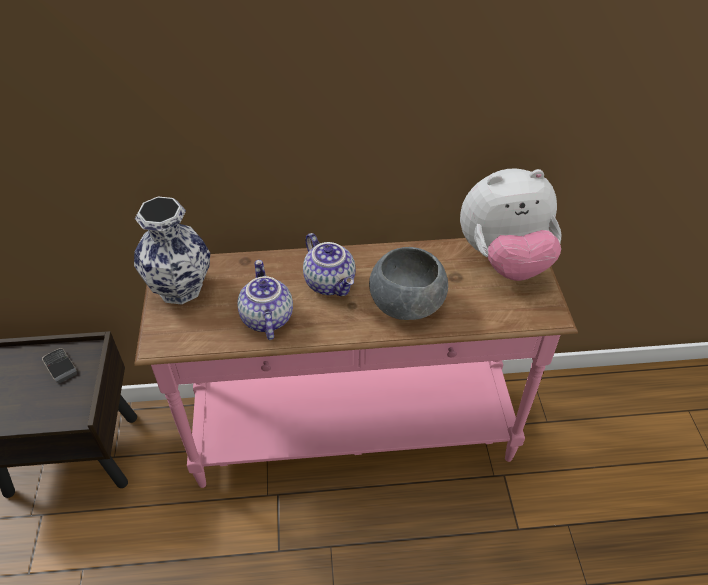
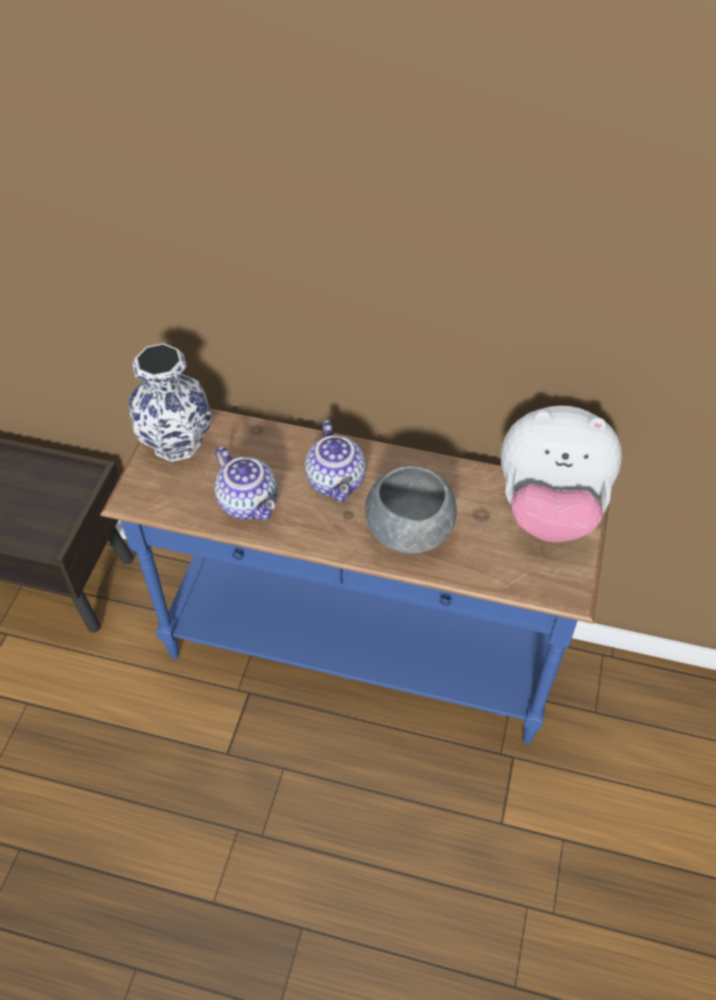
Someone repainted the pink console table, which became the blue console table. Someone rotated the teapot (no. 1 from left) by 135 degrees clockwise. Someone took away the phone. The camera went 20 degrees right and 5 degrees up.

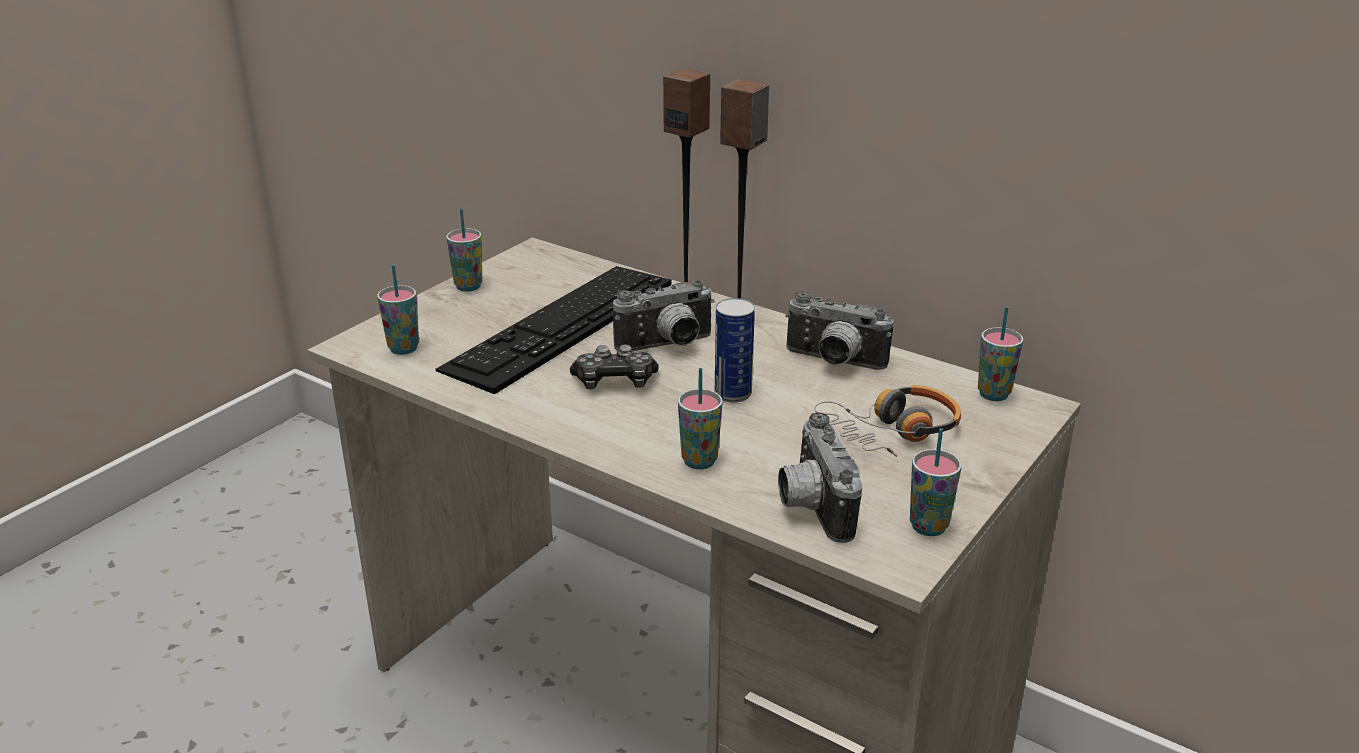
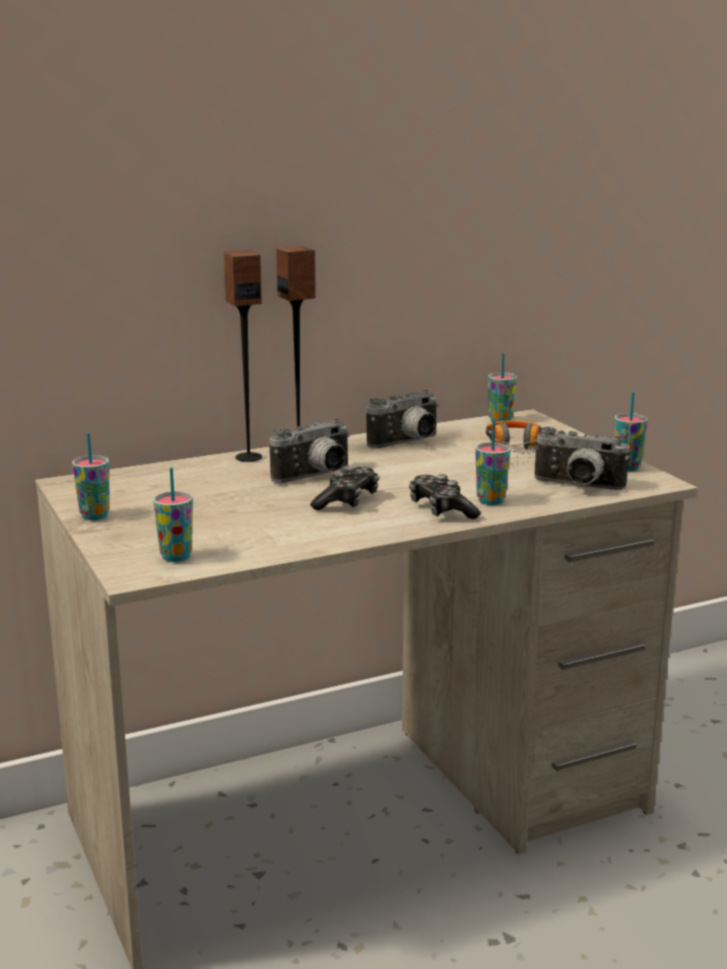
Someone took away the keyboard. Someone rotated the photo camera (no. 1 from left) by 45 degrees clockwise. Someone took away the can. Someone put down the game controller (no. 2 from left). The camera went 60 degrees left and 10 degrees down.

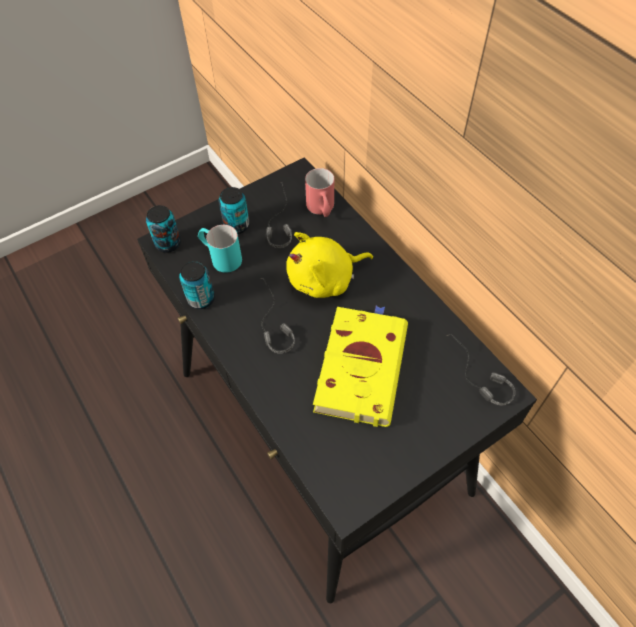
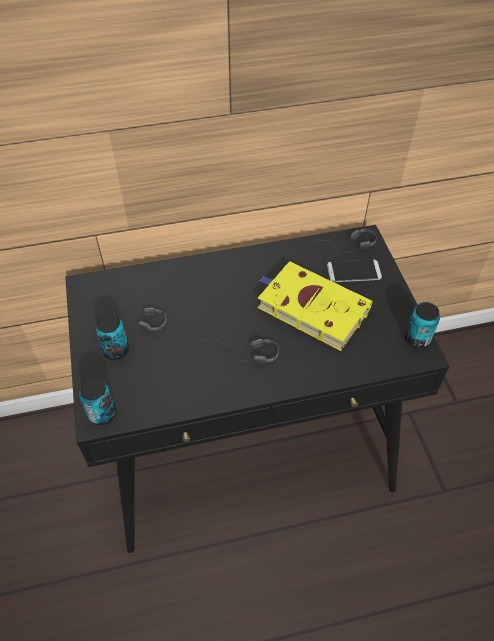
Someone took away the red mug. Someone took away the turquoise mug. Someone took away the yellow plush toy. Someone carried the can (no. 2 from left in the first image). Someone put down the phone. The camera went 70 degrees left and 5 degrees down.

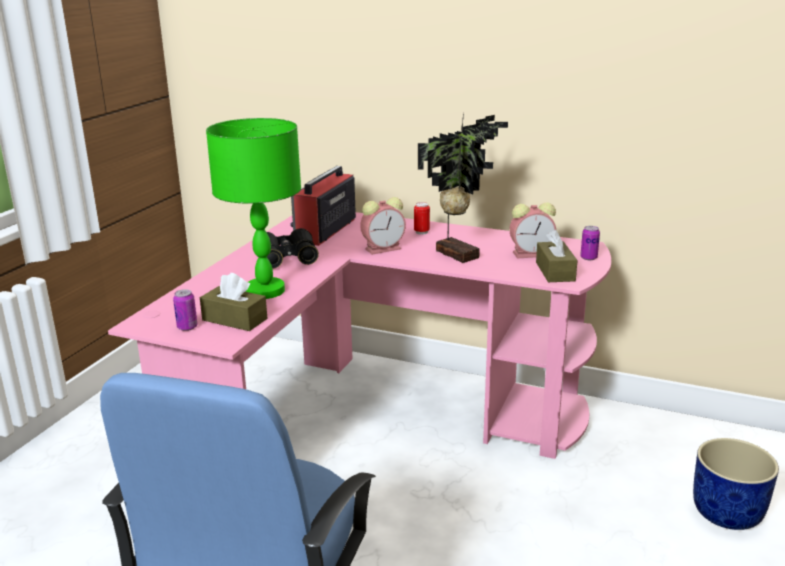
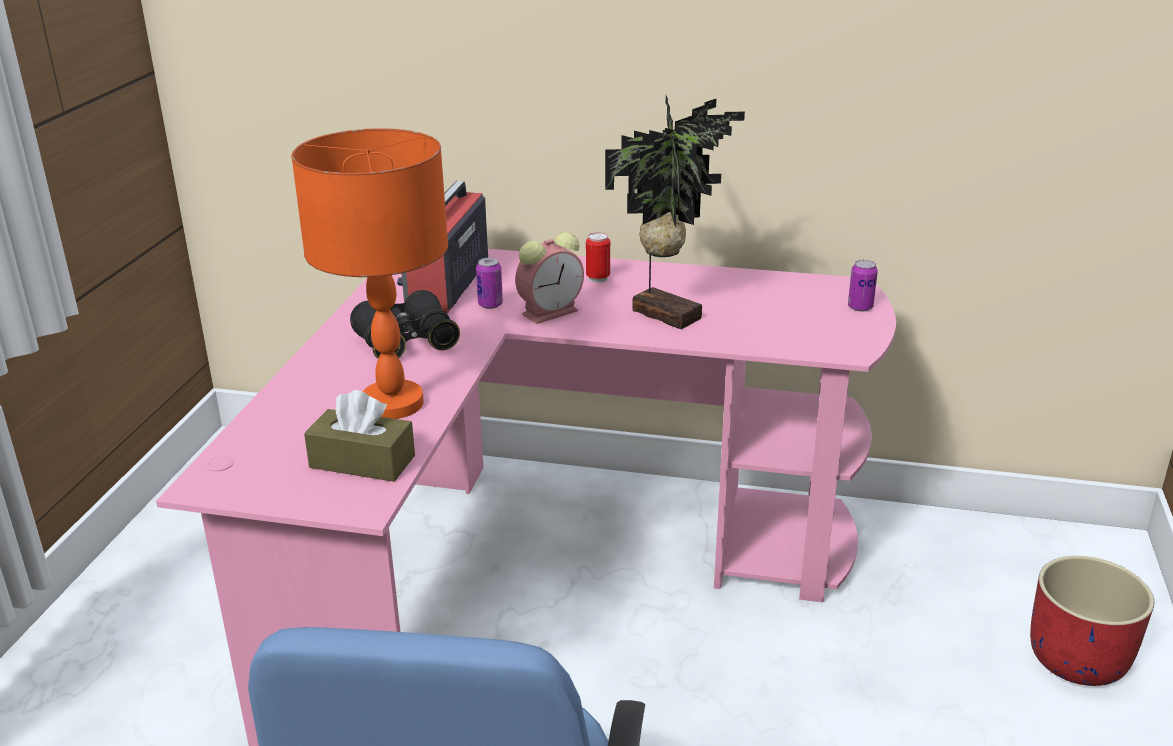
Someone repainted the green table lamp, which became the orange table lamp. Someone took away the alarm clock (no. 2 from left). Someone took away the brown tissue box (no. 2 from left). Someone carried the can (no. 1 from left). Someone repainted the blue planter, which became the red planter. The camera went 10 degrees left and 5 degrees up.

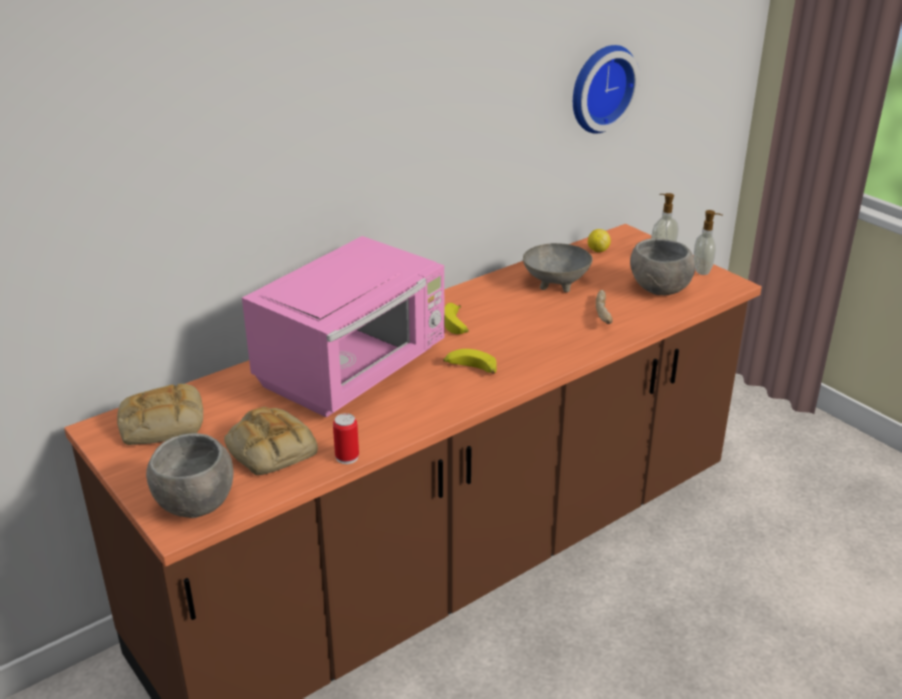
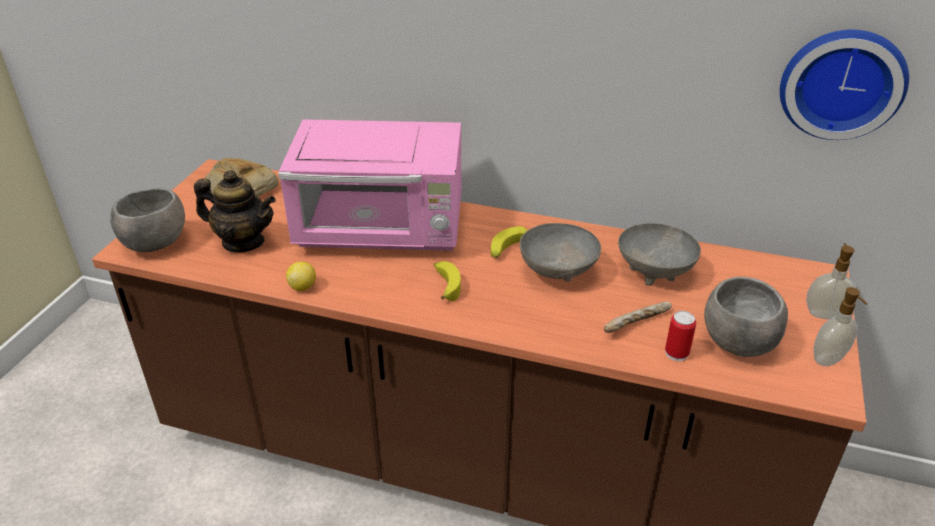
Someone carried the lemon. Someone swapped the bread (no. 2 from left) for the teapot. Someone carried the can. Someone put down the grey bowl (no. 2 from left). The camera went 55 degrees right and 5 degrees up.

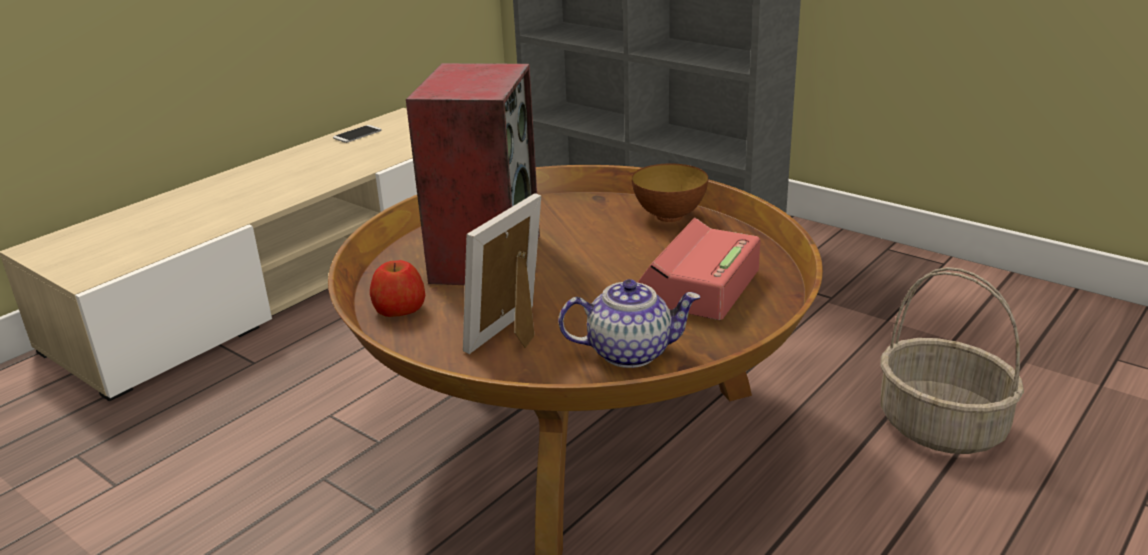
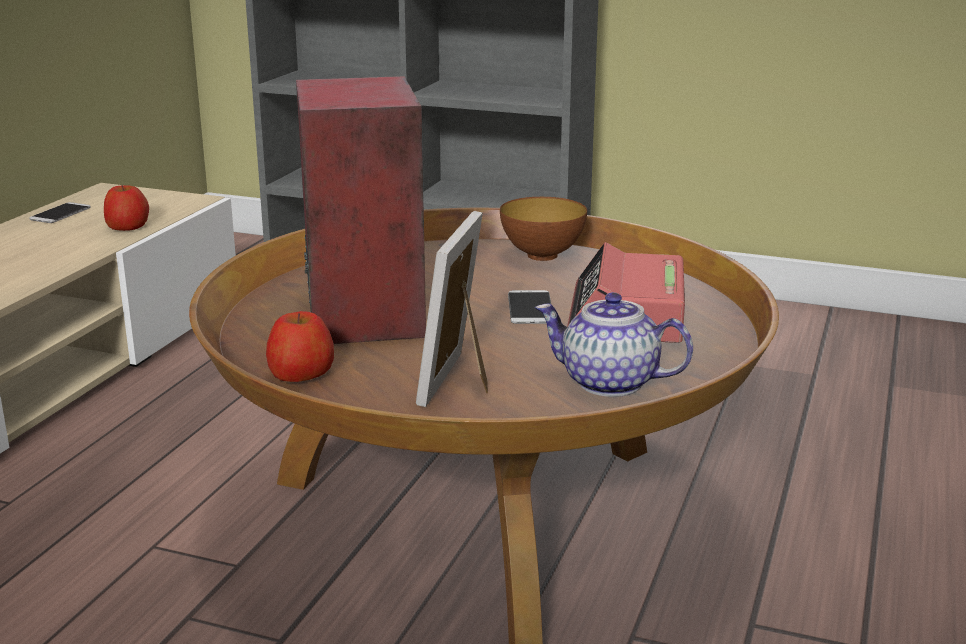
Someone took away the basket. Someone rotated the teapot by 135 degrees counterclockwise. Someone put down the apple (no. 1 from left). Someone put down the phone (no. 2 from left). The camera went 20 degrees left and 5 degrees down.

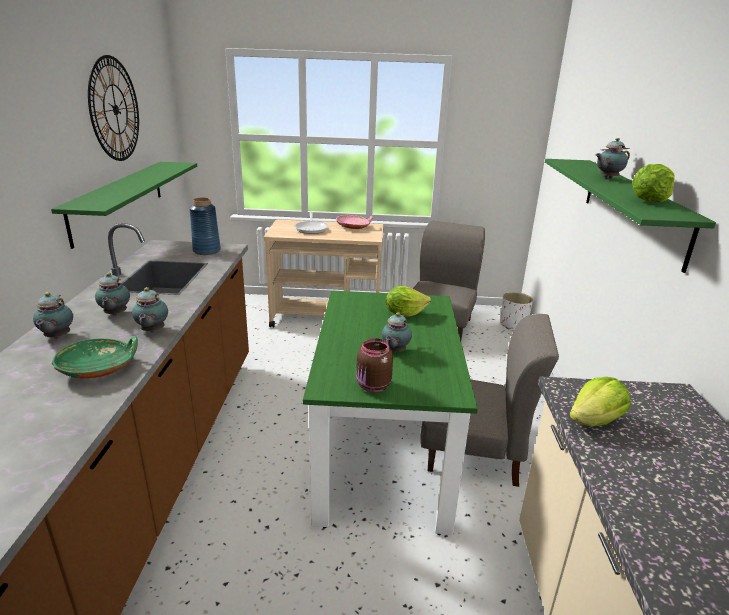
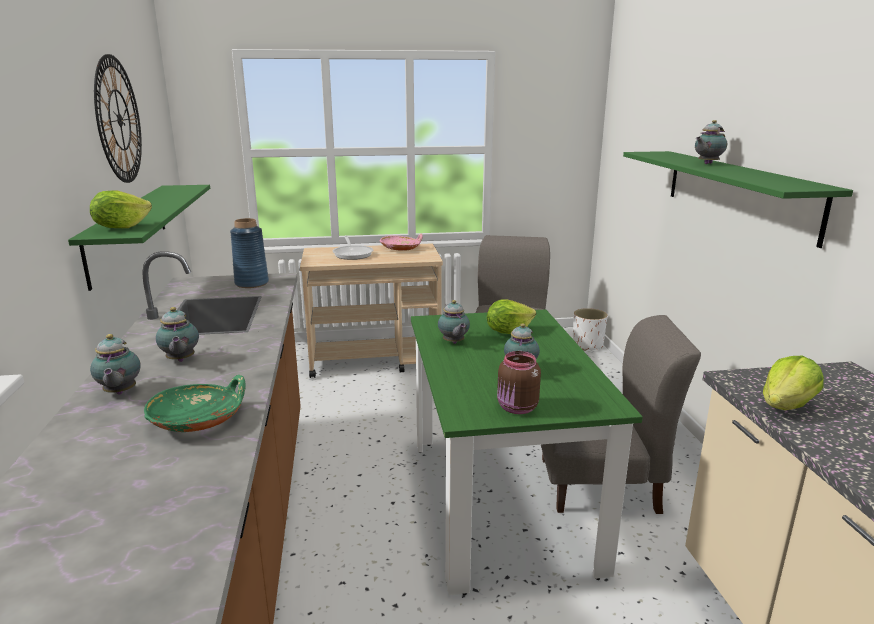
Someone carried the lettuce (no. 3 from left in the first image). Someone carried the teapot (no. 3 from left). The camera went 10 degrees left and 5 degrees down.

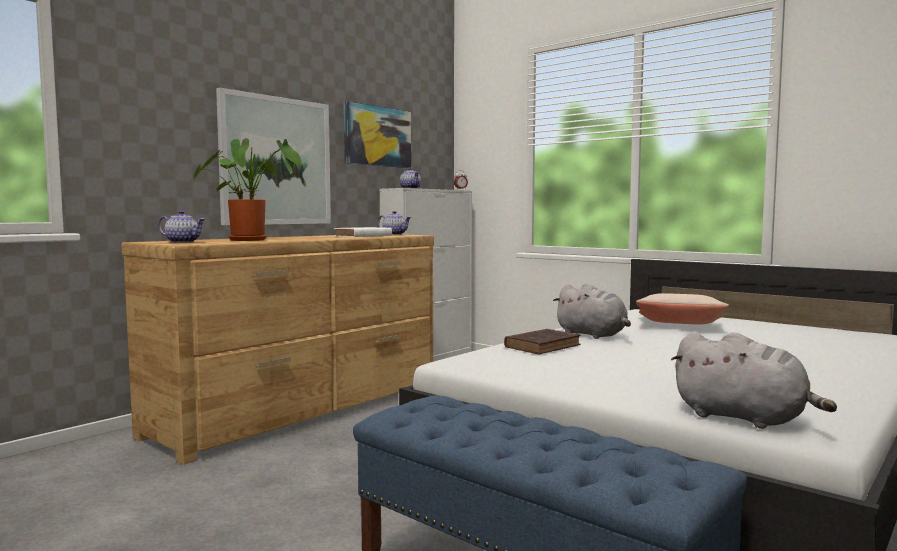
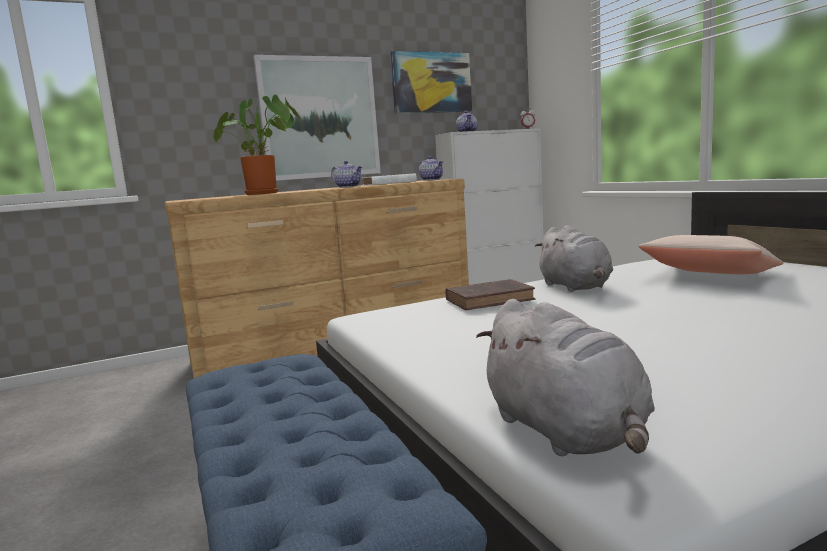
Someone carried the teapot (no. 1 from left). The camera went 25 degrees right and 5 degrees up.

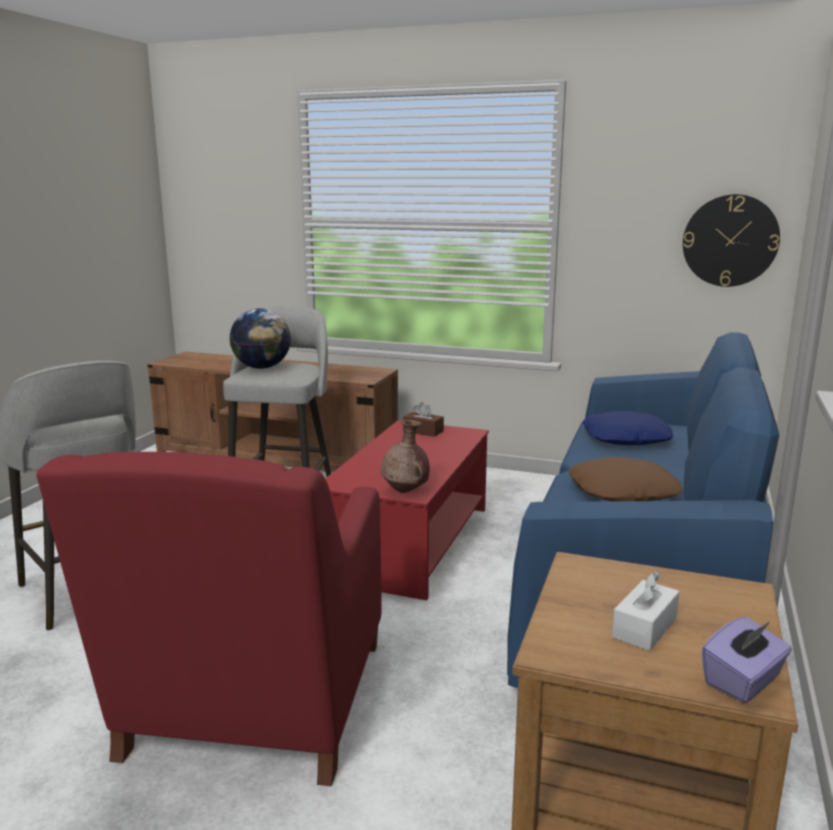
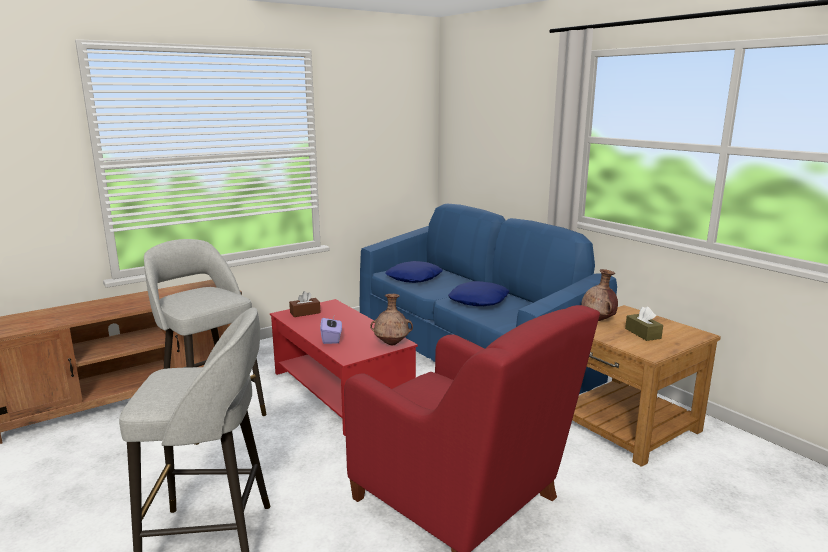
Someone took away the wall clock. Someone took away the globe. Someone repainted the brown pillow, which became the blue pillow (no. 2 from left). Someone repainted the white tissue box, which became the brown tissue box (no. 2 from left). Someone carried the purple tissue box. Someone put down the brown vase (no. 2 from left). The camera went 55 degrees left and 0 degrees up.

